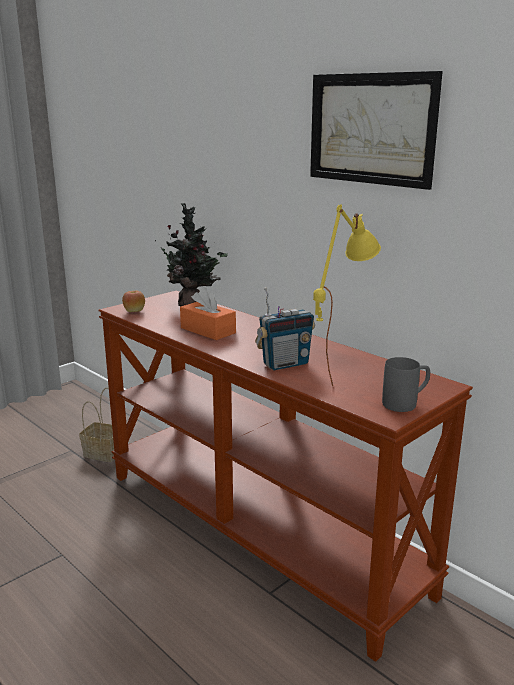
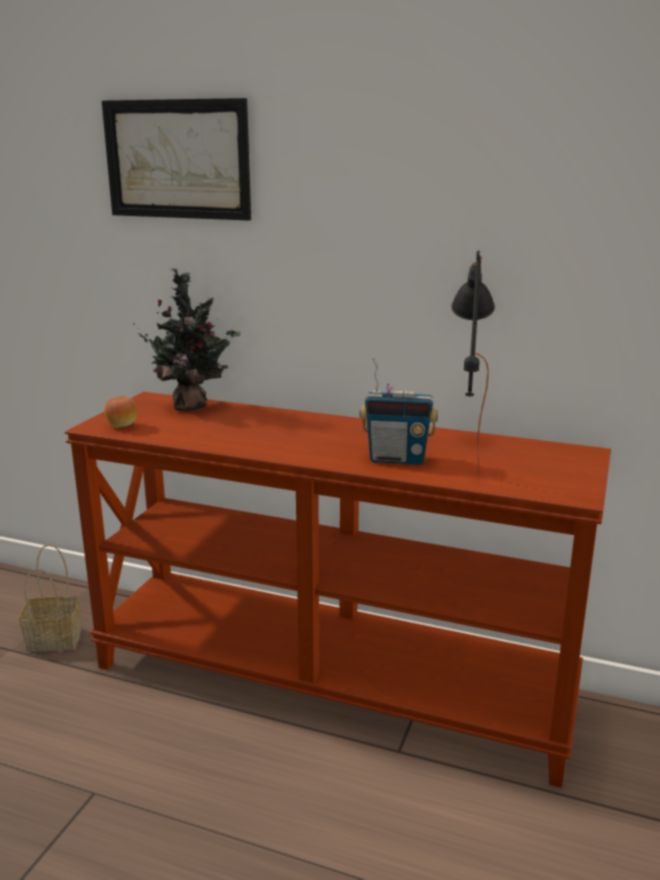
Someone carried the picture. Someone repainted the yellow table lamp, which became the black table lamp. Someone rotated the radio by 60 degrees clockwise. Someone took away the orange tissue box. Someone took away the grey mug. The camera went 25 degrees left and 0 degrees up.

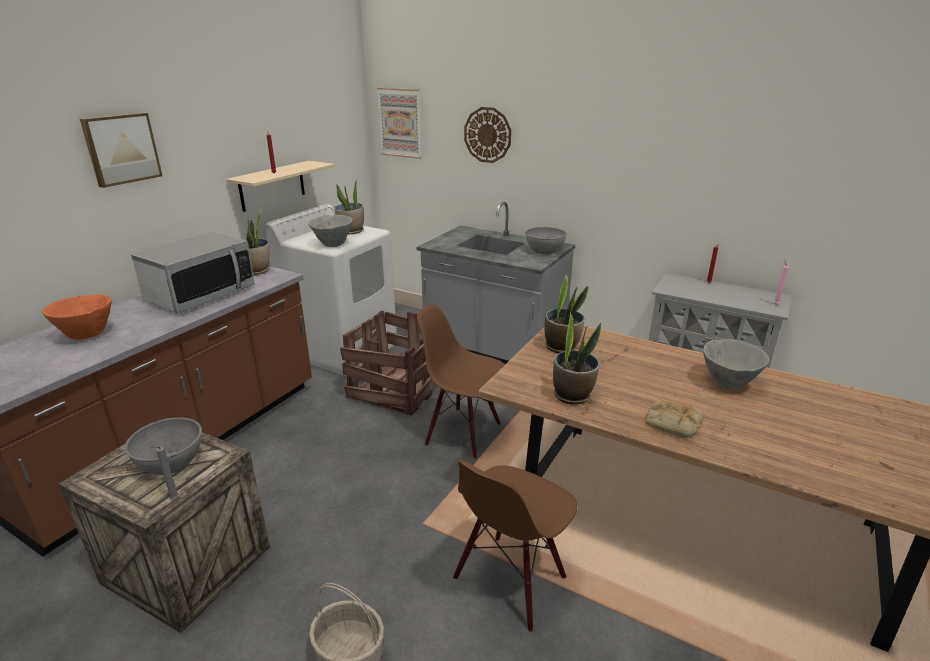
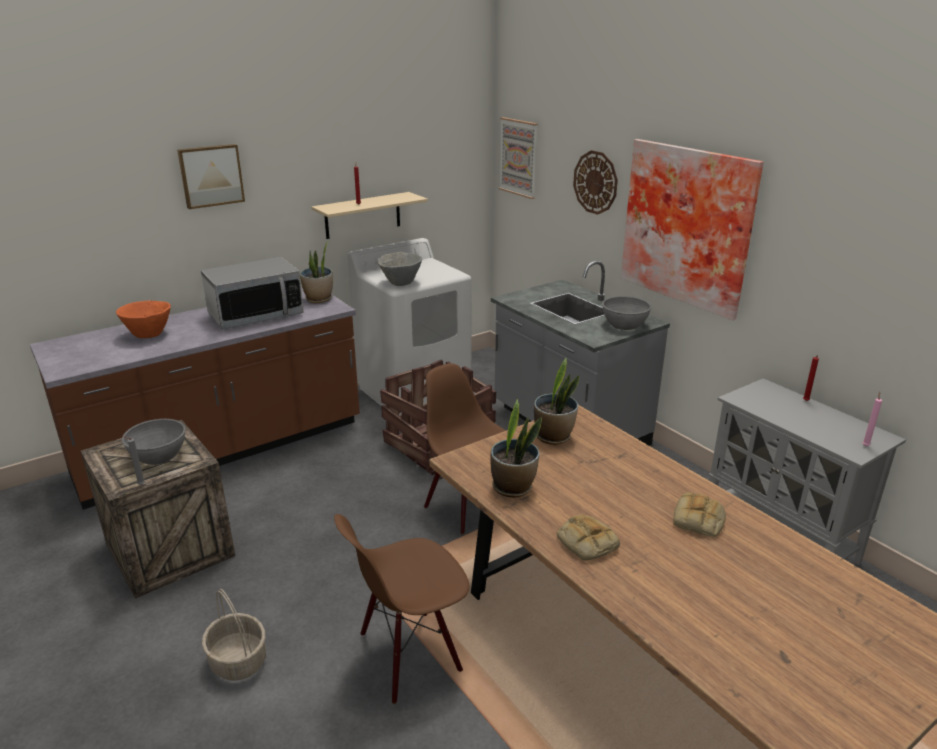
Someone took away the potted plant (no. 2 from left). Someone swapped the grey bowl (no. 4 from left) for the bread (no. 2 from left). Someone put up the picture (no. 3 from left). The camera went 25 degrees right and 0 degrees up.

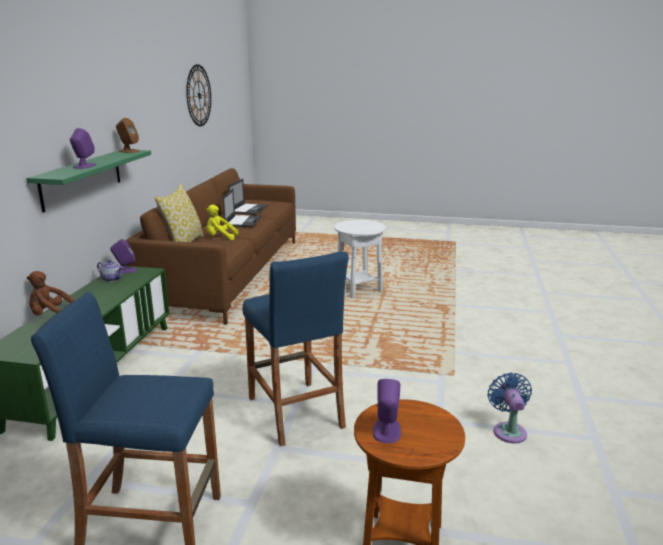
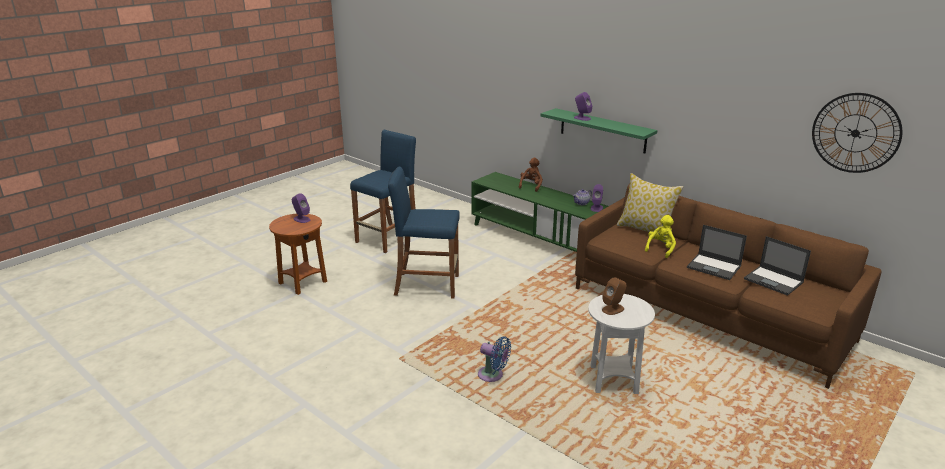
Someone carried the brown speaker. Someone carried the blue fan. The camera went 120 degrees right and 5 degrees up.

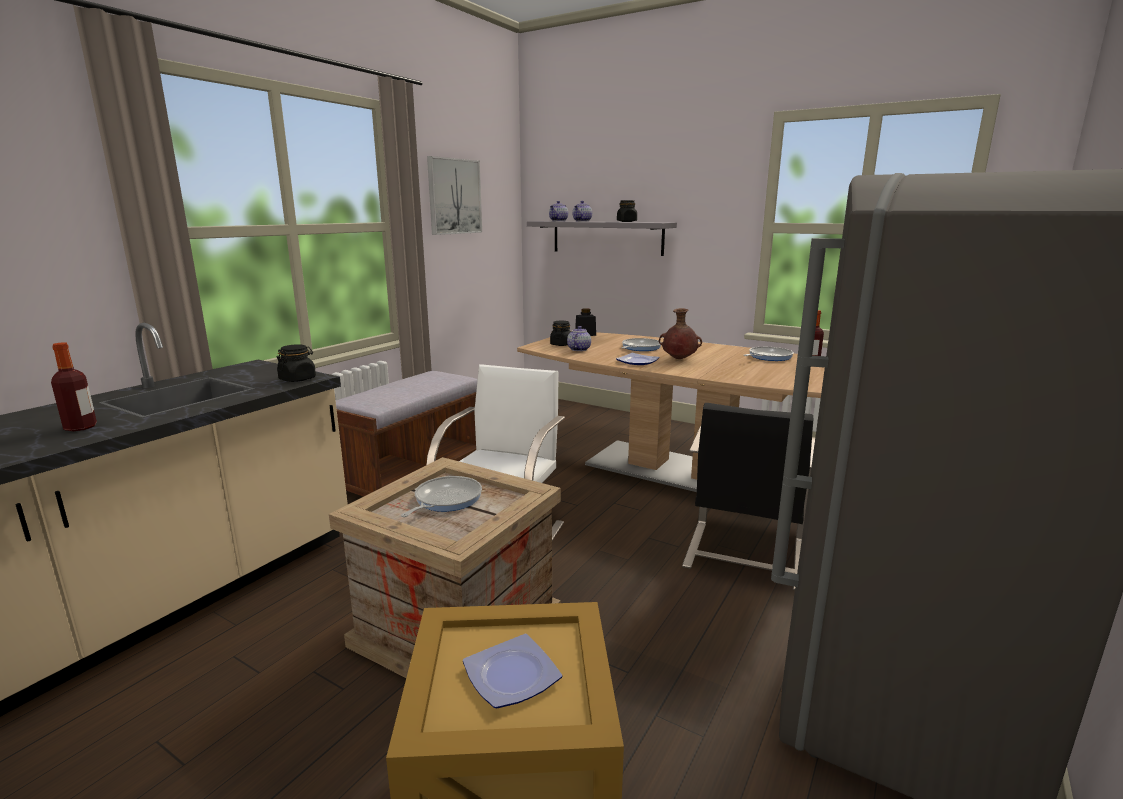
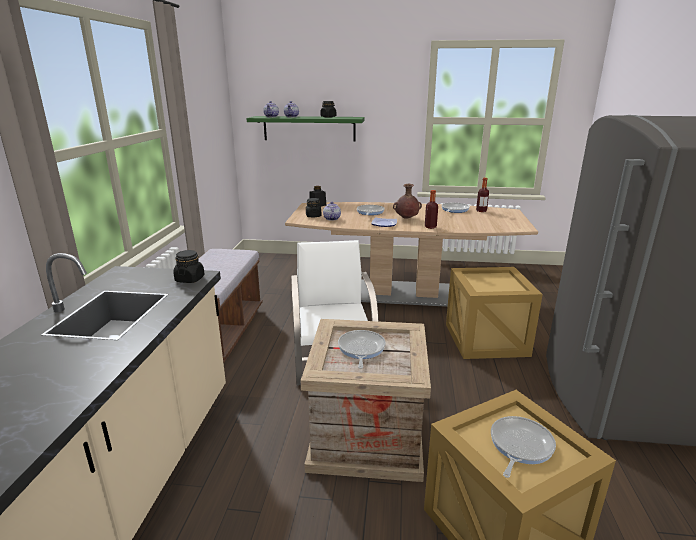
Someone took away the picture. Someone repainted the grey shelf, which became the green shelf. Someone carried the bottle (no. 1 from left). Someone swapped the black chair for the crate (no. 2 from left). Someone swapped the plate (no. 1 from left) for the frying pan (no. 4 from left). The camera went 25 degrees left and 5 degrees up.

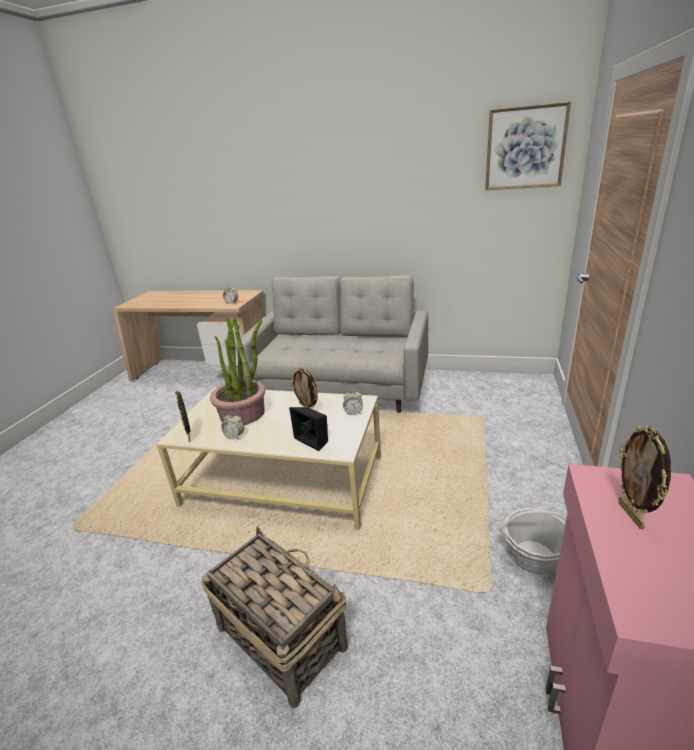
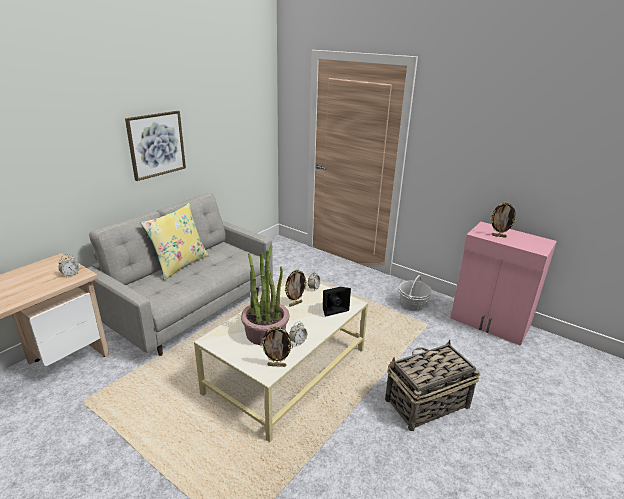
Someone carried the picture. Someone put down the yellow pillow. The camera went 70 degrees left and 0 degrees up.

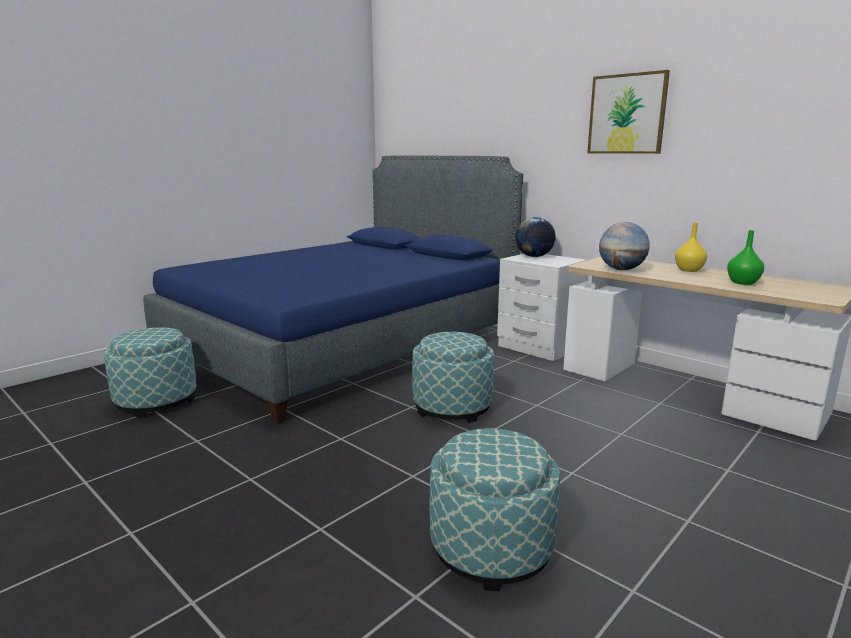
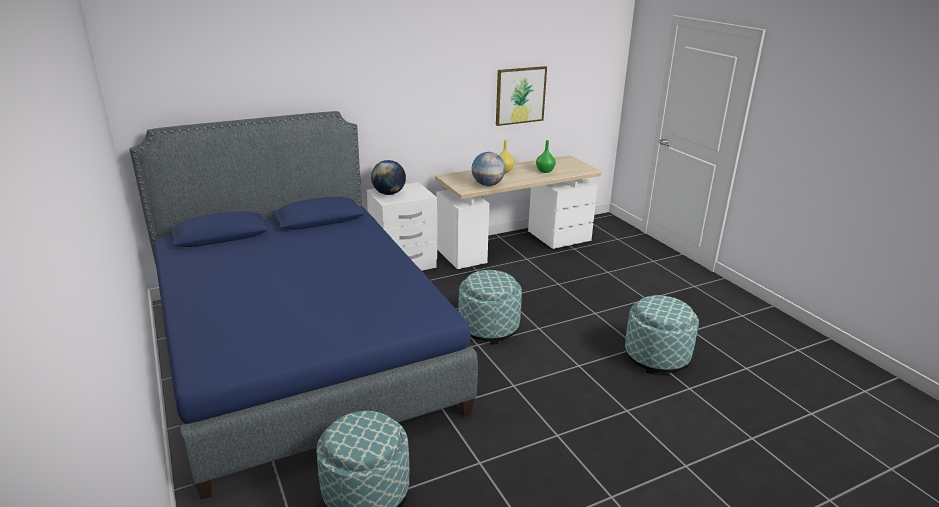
Someone carried the picture. The camera went 70 degrees left and 10 degrees up.

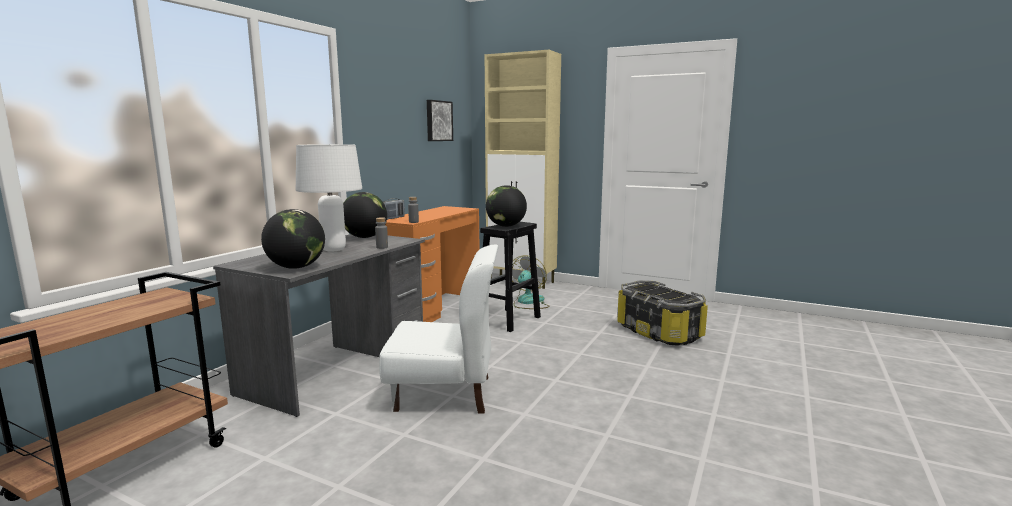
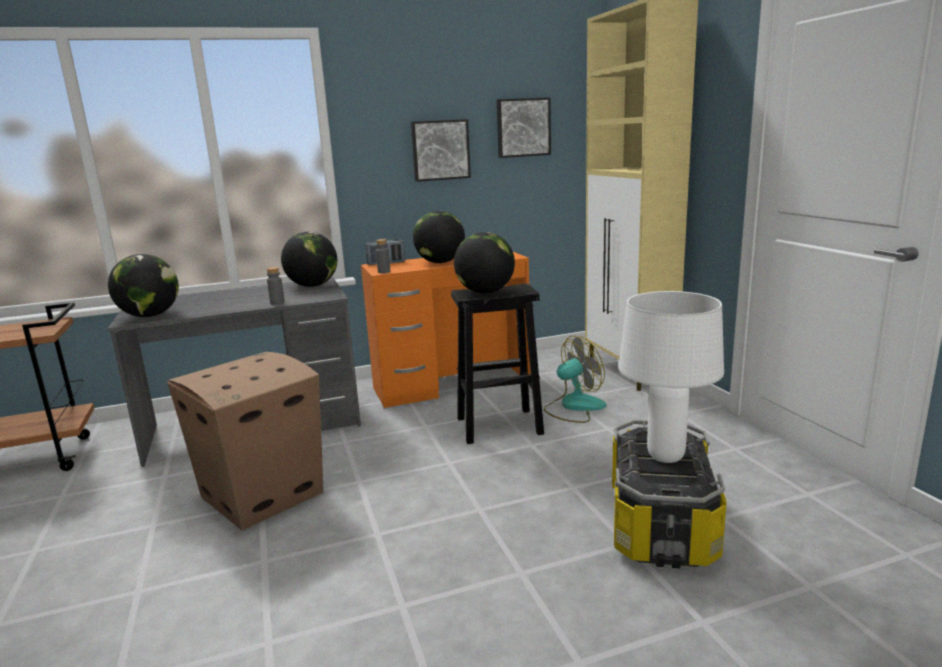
Someone carried the white table lamp. Someone swapped the white chair for the cardboard box. Someone put up the picture (no. 1 from left). Someone put down the globe (no. 3 from left). The camera went 45 degrees right and 5 degrees up.

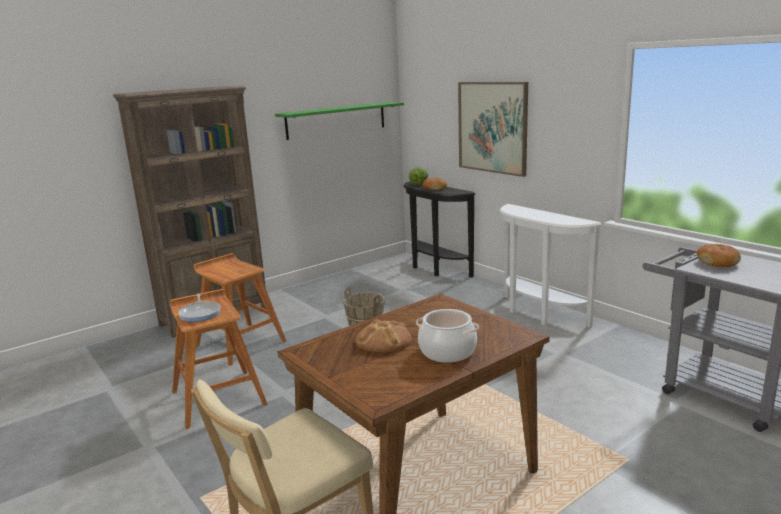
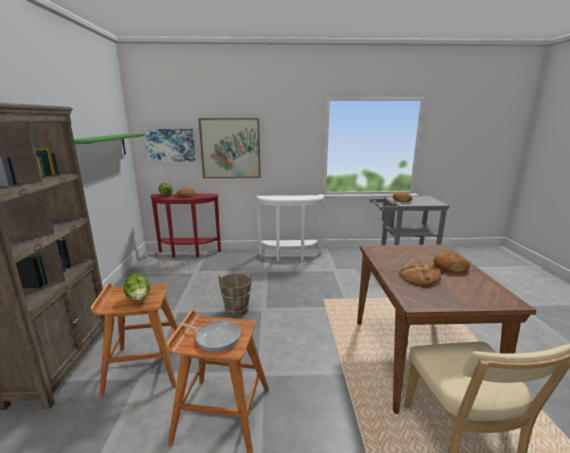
Someone repainted the black console table, which became the red console table. Someone swapped the cooking pot for the bread (no. 4 from left). Someone put up the picture (no. 1 from left). Someone put down the lettuce (no. 1 from left). The camera went 55 degrees left and 0 degrees up.

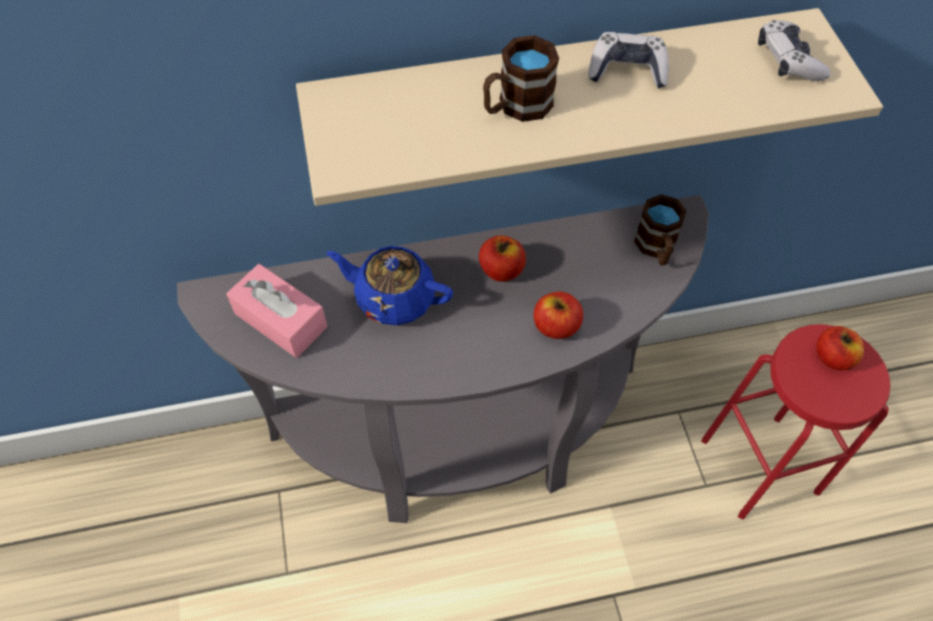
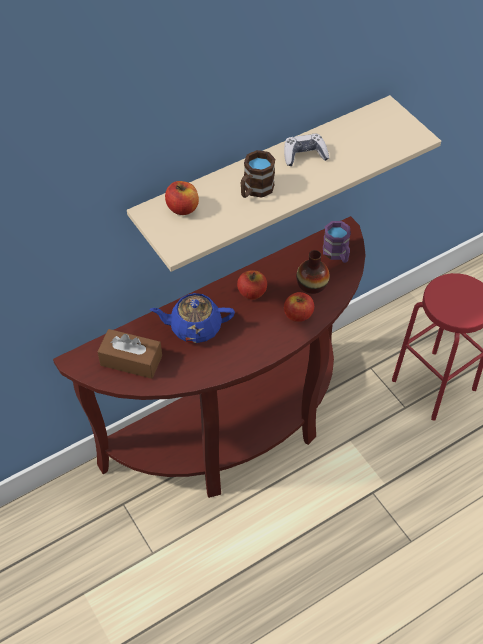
Someone took away the game controller (no. 2 from left). Someone repainted the brown mug (no. 2 from left), which became the purple mug. Someone repainted the grey console table, which became the brown console table. Someone repainted the pink tissue box, which became the brown tissue box. Someone carried the apple (no. 3 from left in the first image). Someone put down the vase. The camera went 20 degrees left and 5 degrees down.

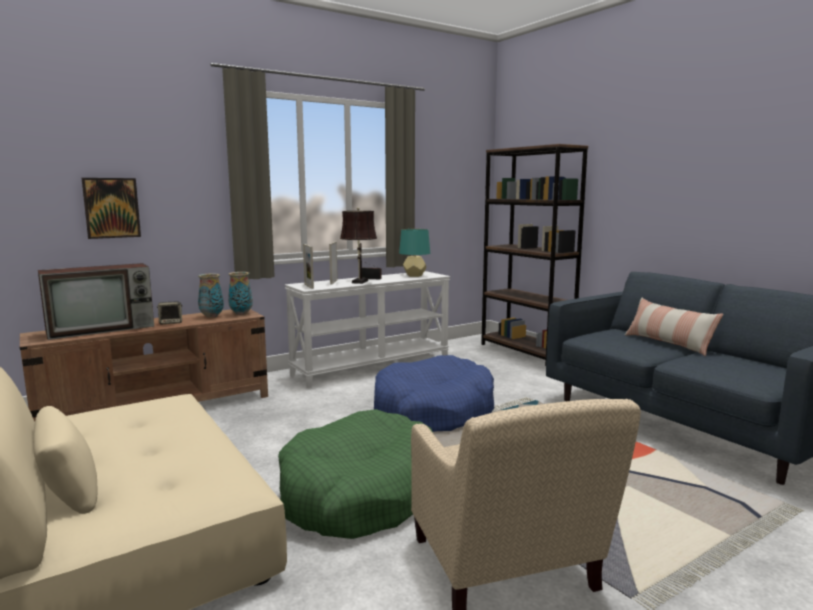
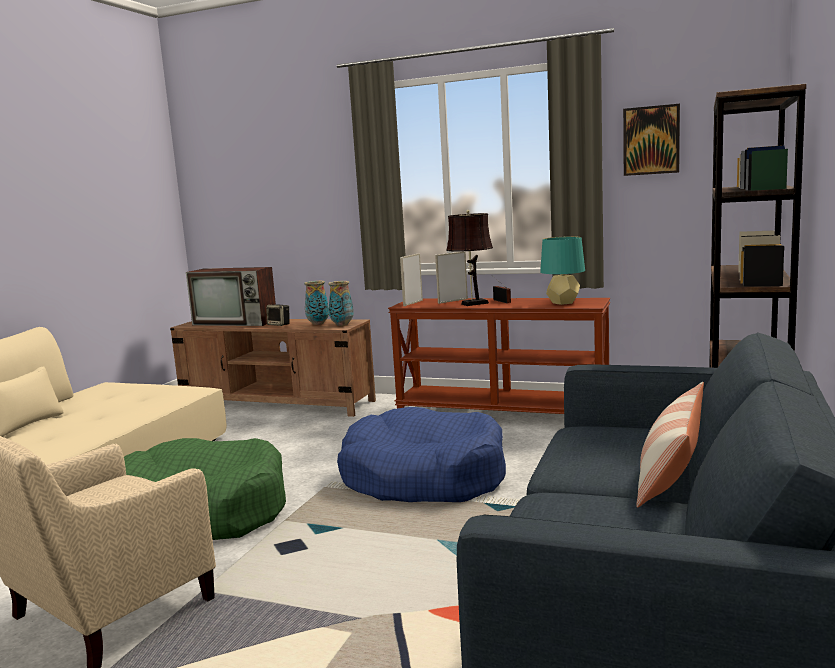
Someone carried the picture. Someone repainted the white console table, which became the brown console table. The camera went 55 degrees right and 0 degrees up.

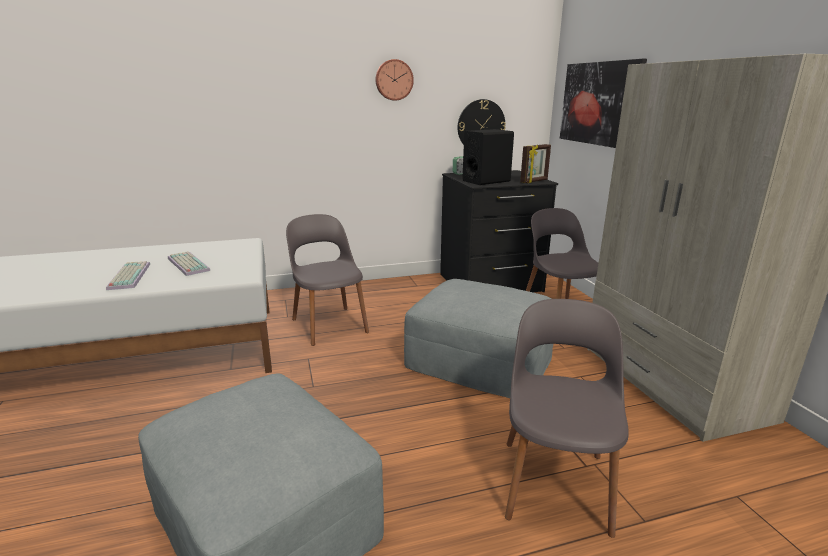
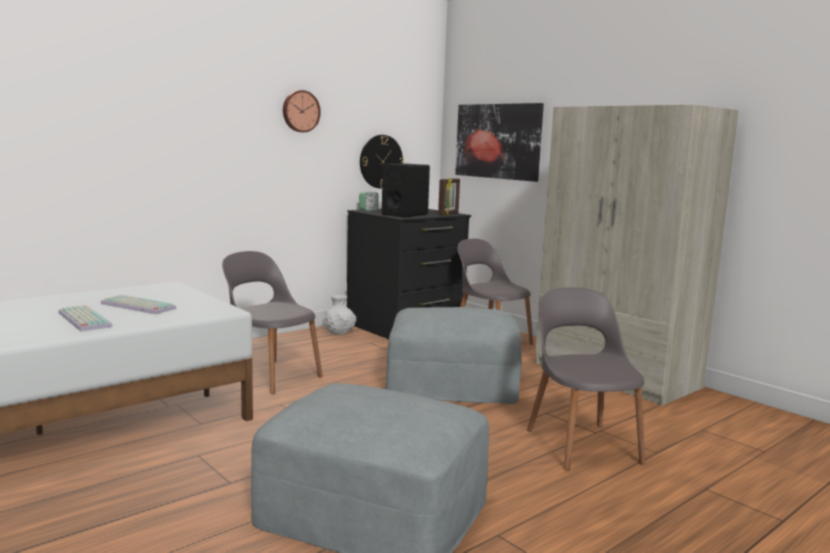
Someone put down the white vase. The camera went 25 degrees left and 10 degrees down.

